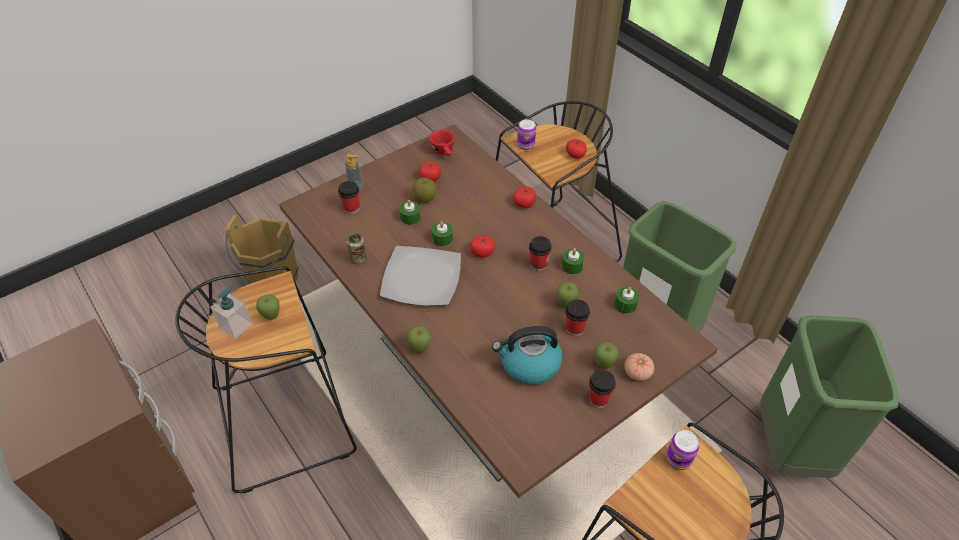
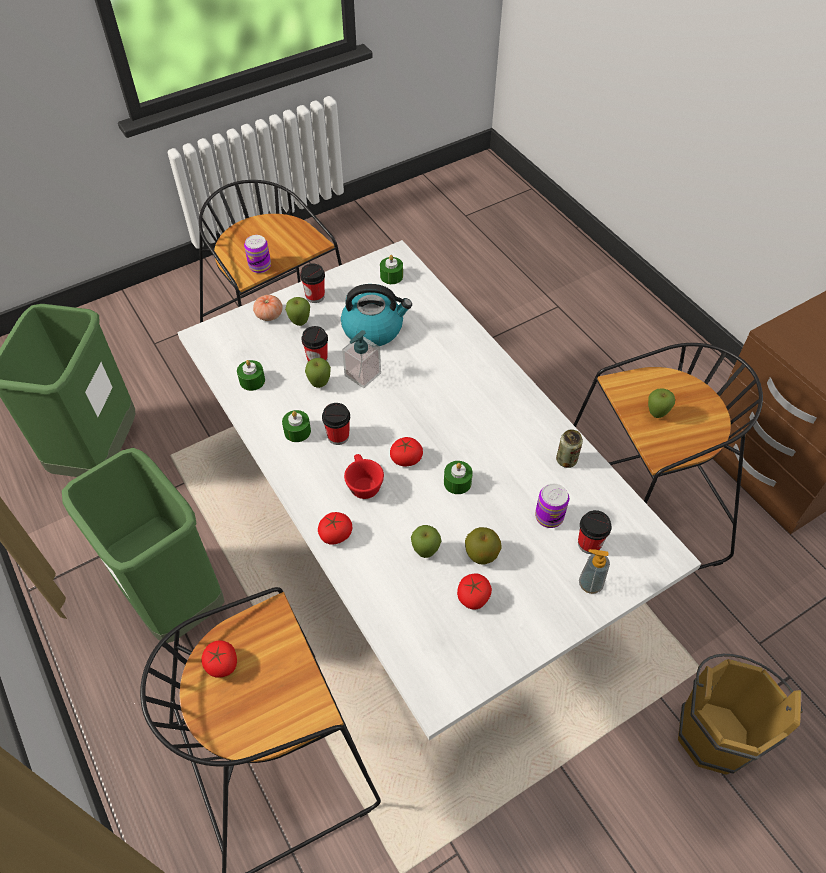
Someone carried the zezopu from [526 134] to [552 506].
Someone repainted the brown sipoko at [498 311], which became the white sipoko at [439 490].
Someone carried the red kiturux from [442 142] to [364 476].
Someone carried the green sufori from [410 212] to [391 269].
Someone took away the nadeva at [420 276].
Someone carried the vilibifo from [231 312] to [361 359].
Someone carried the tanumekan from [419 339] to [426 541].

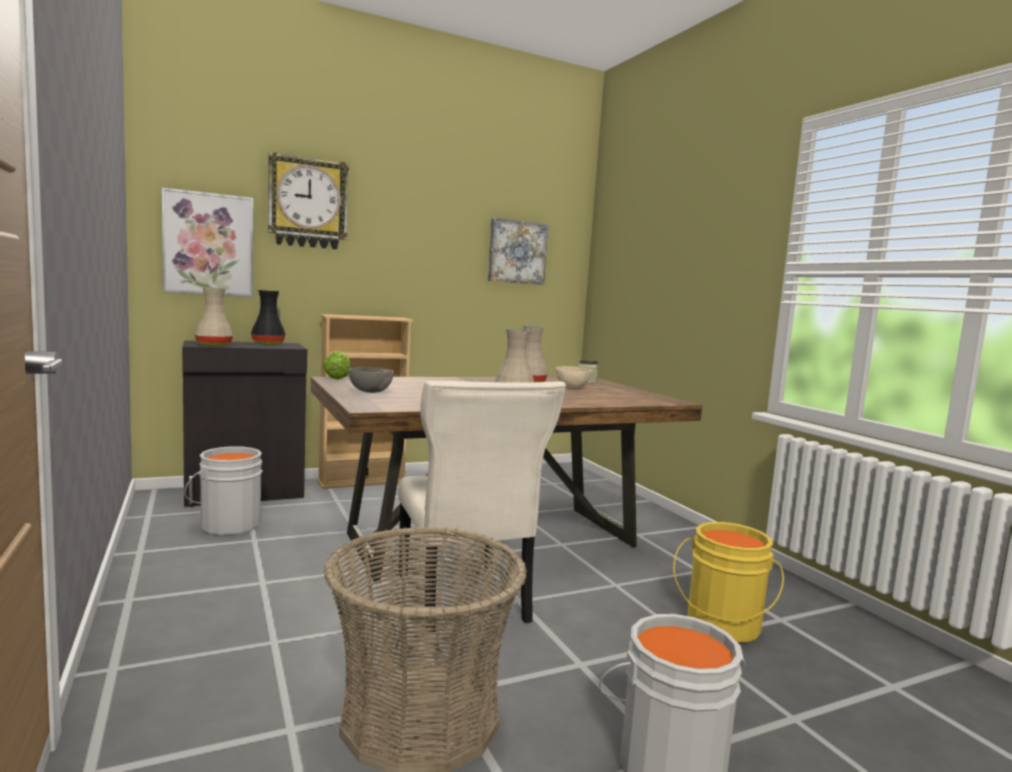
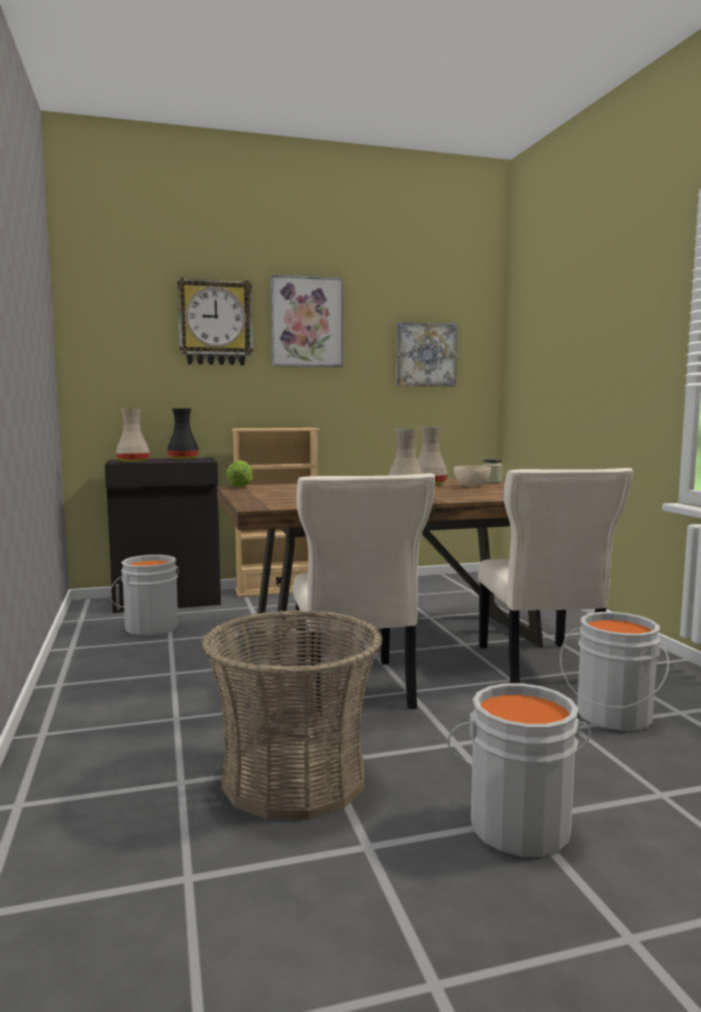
Someone carried the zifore from [207 242] to [307 320].
Someone took away the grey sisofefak at [371 380].
Someone repainted the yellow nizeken at [728 582], which became the grey nizeken at [614 671].
Someone put down the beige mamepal at [555 575].

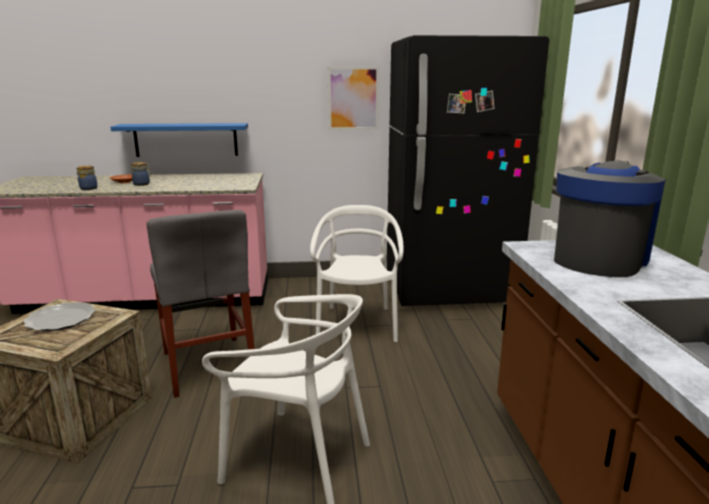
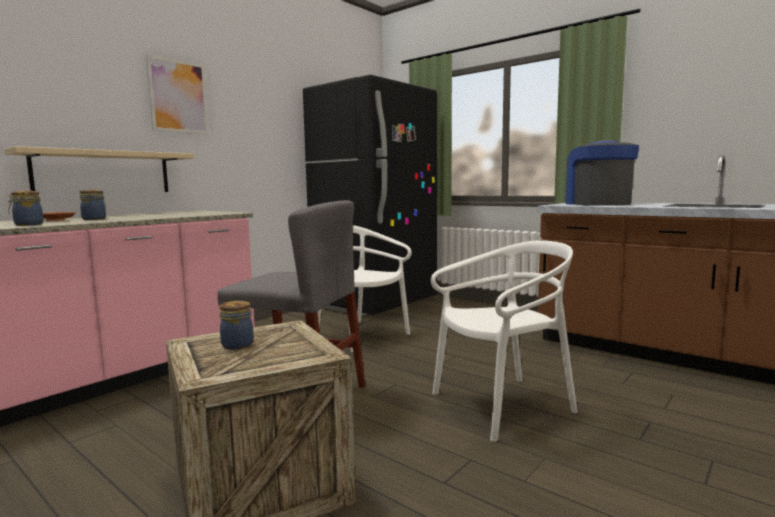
Someone carried the zifore from [353 98] to [177 94].
Someone repainted the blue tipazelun at [179 140], which became the beige tipazelun at [99 169].
Someone swapped the nadeva at [59 316] for the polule at [237 325].

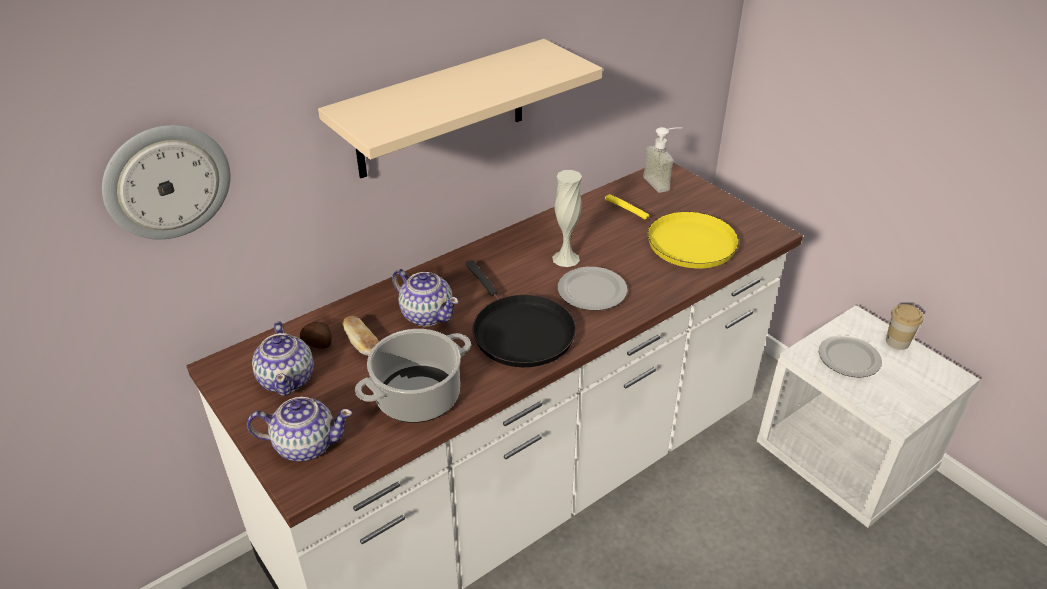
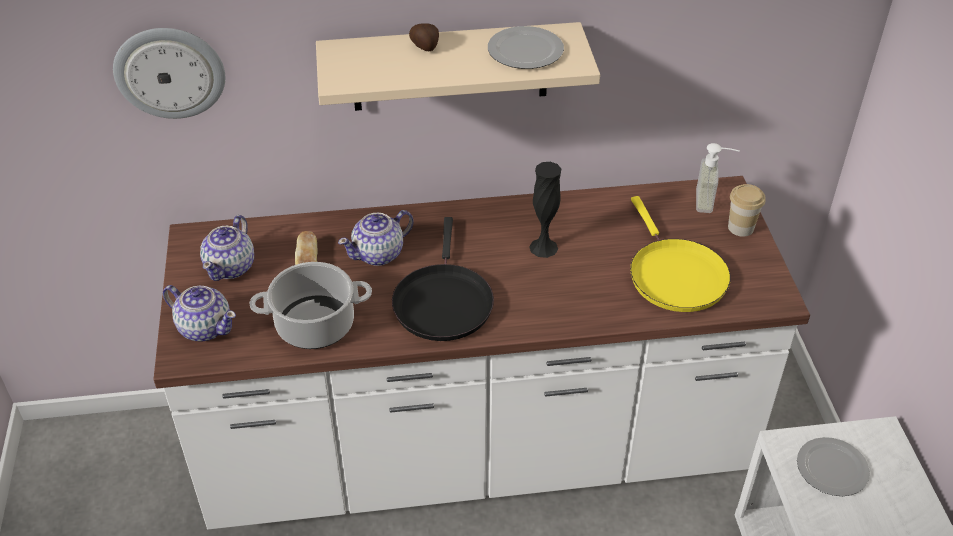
Someone repainted the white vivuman at [567 218], which became the black vivuman at [545 210].
Someone carried the nadeva from [592 289] to [526 47].
Someone rotated the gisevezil at [425 297] by 75 degrees clockwise.
Someone carried the kiturux from [905 327] to [746 210].
Someone carried the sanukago from [316 335] to [424 37].

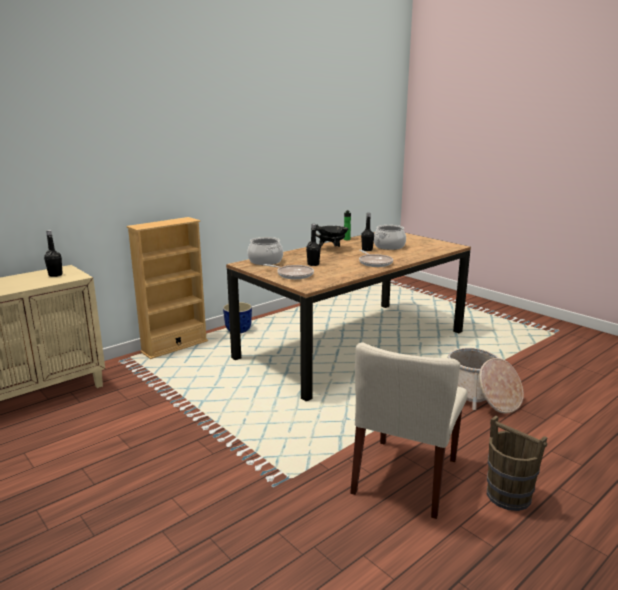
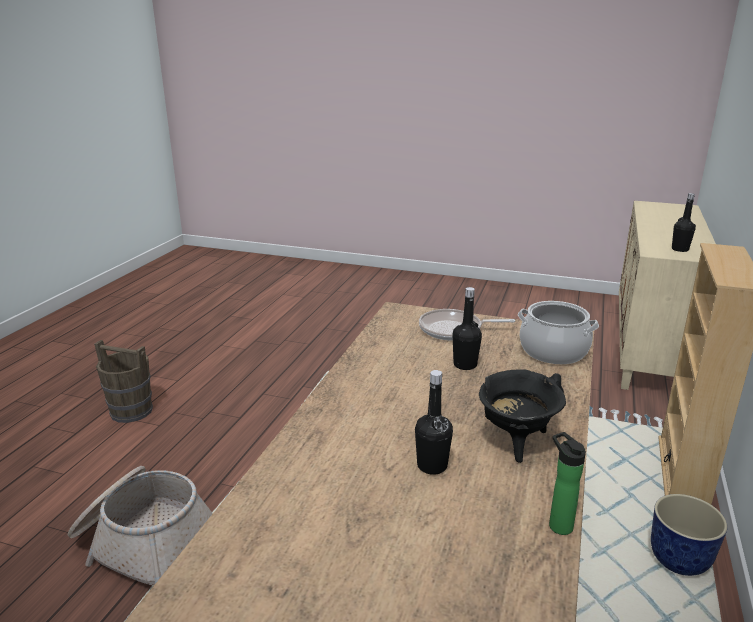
Someone took away the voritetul at [390 237].
Someone took away the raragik at [376 258].
Someone took away the beige mamepal at [408 430].

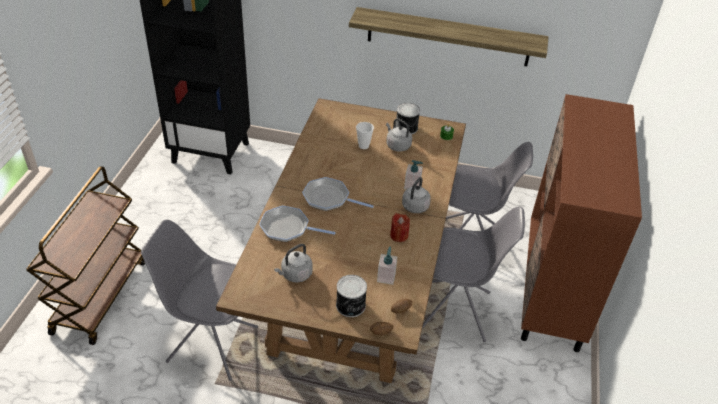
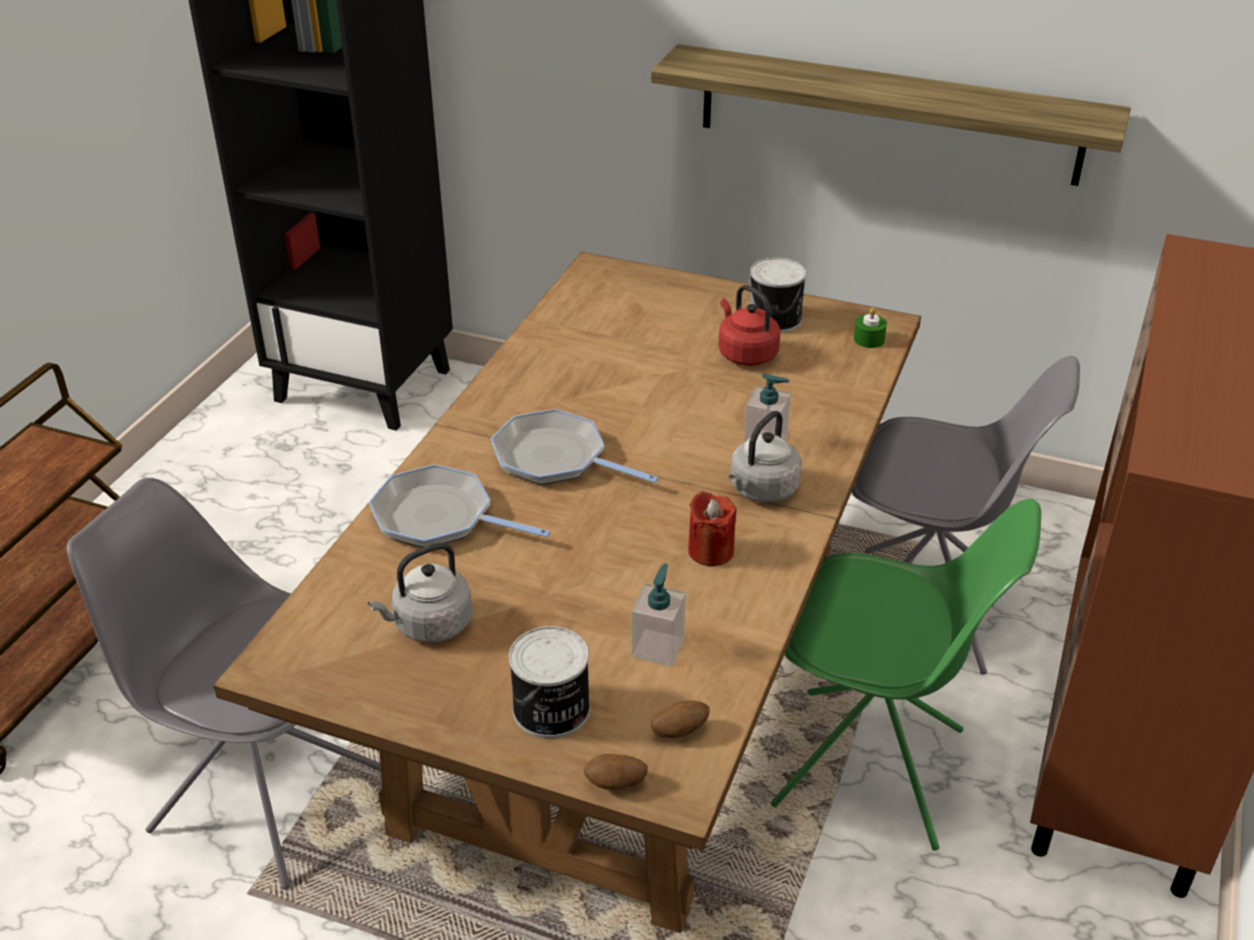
Someone repainted the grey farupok at [399 135], which became the red farupok at [749 325].
Someone took away the kiturux at [365 135].
Someone repainted the grey mamepal at [473 274], which became the green mamepal at [906 674].

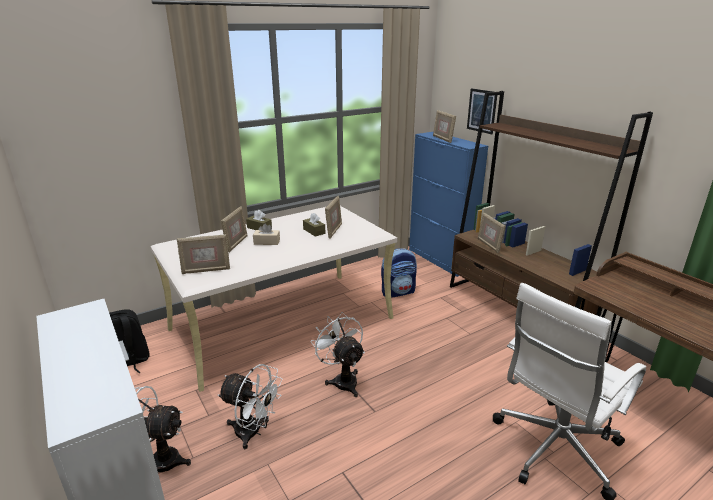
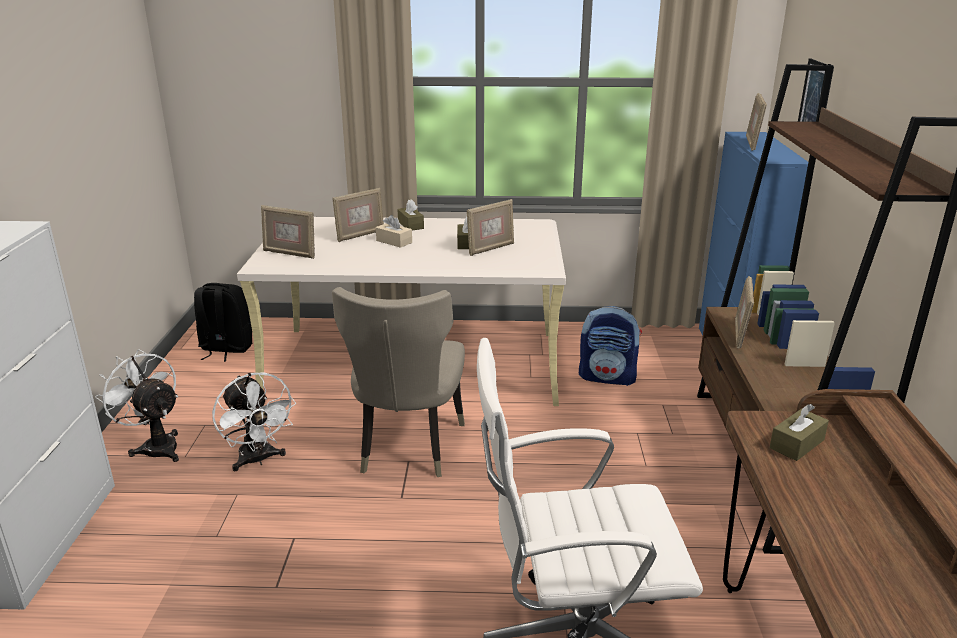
Someone swapped the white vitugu at [338 354] for the beige mamepal at [398 382].
Someone put down the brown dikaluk at [799 432].

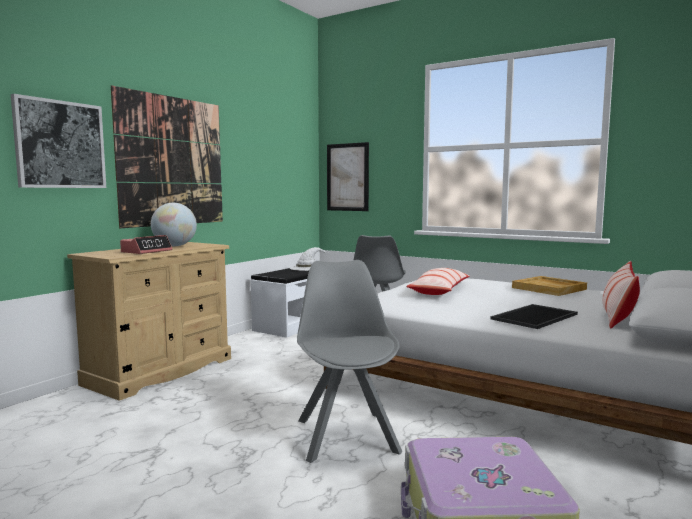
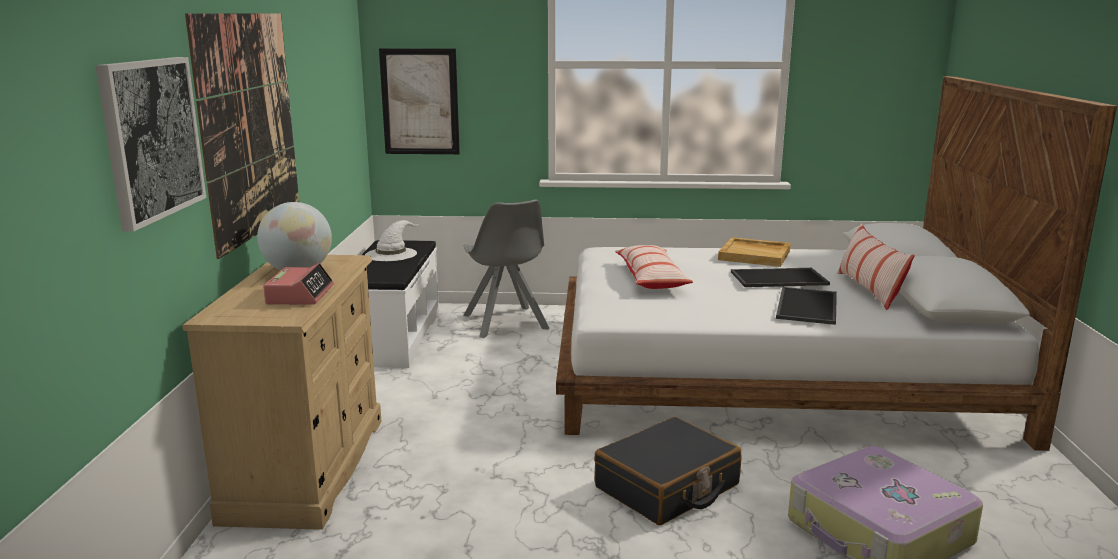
Someone swapped the grey mamepal at [349 361] for the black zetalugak at [667 471].
Someone put down the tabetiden at [780 277].

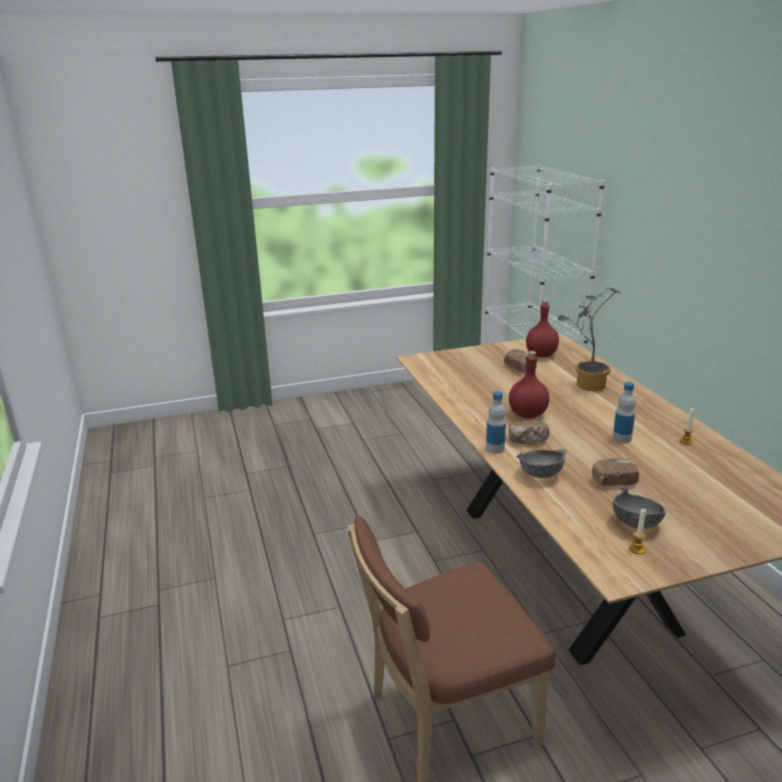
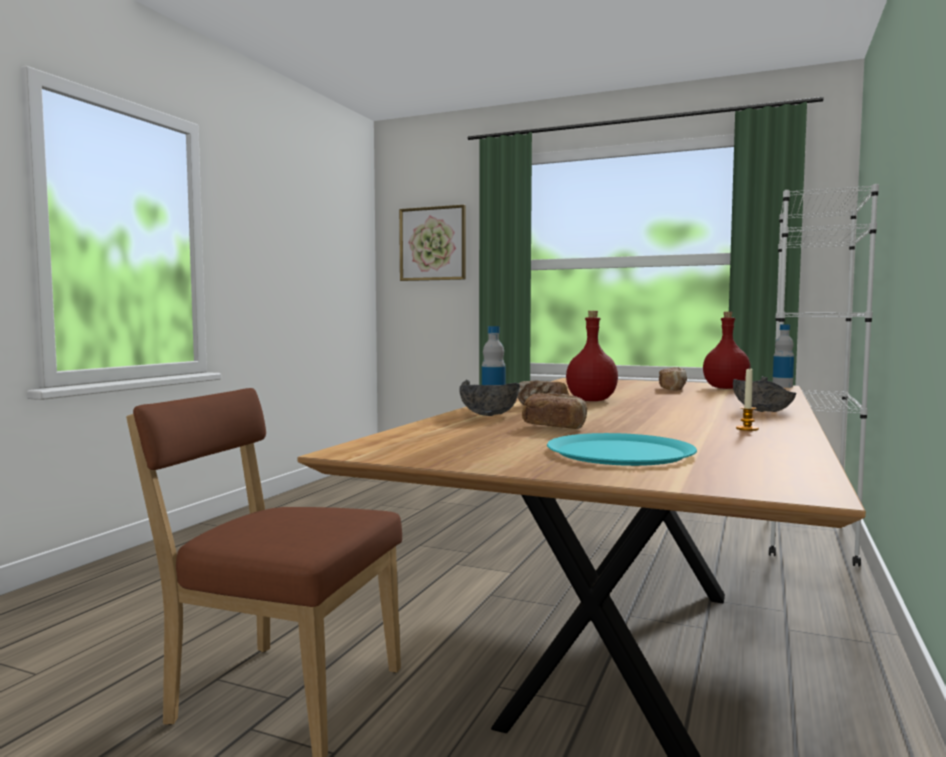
Someone took away the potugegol at [589 339].
Someone carried the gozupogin from [624 412] to [783 356].
Someone carried the grey sisofefak from [639 508] to [764 394].
Someone took away the sufori at [637 531].
Someone put up the zifore at [432 243].
Someone put down the turquoise nadeva at [622 449].

